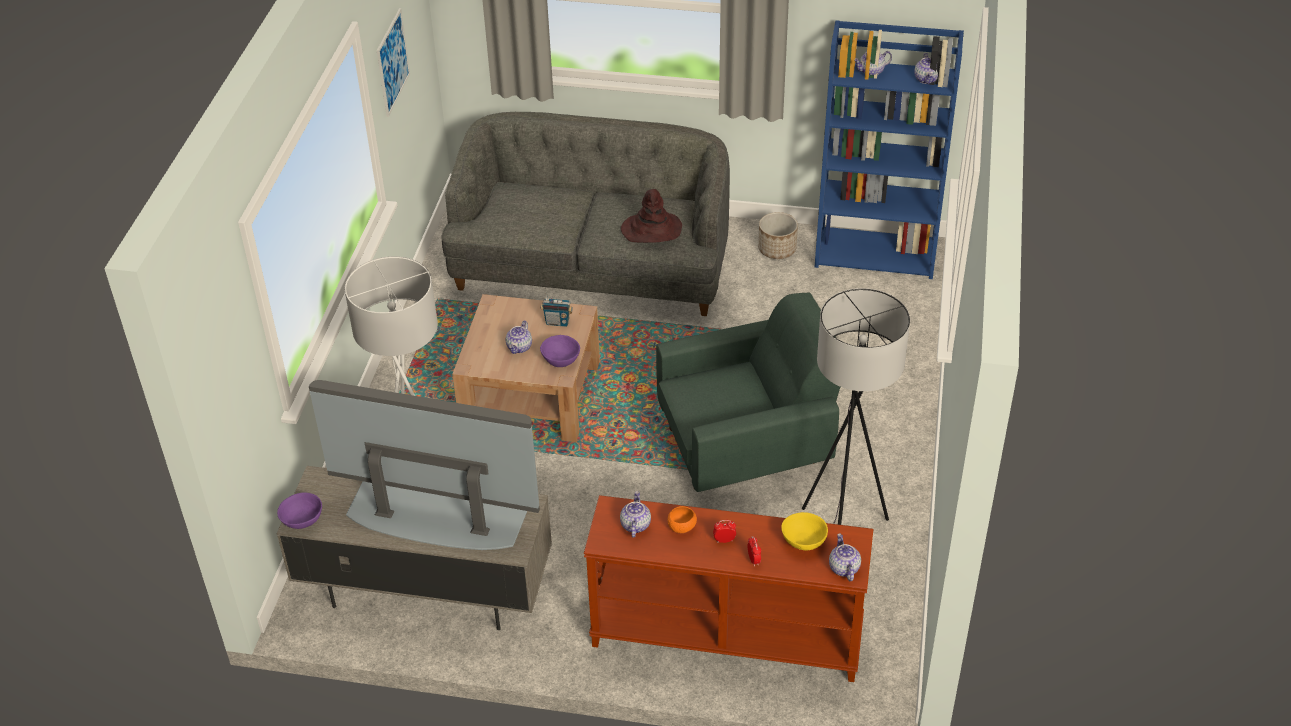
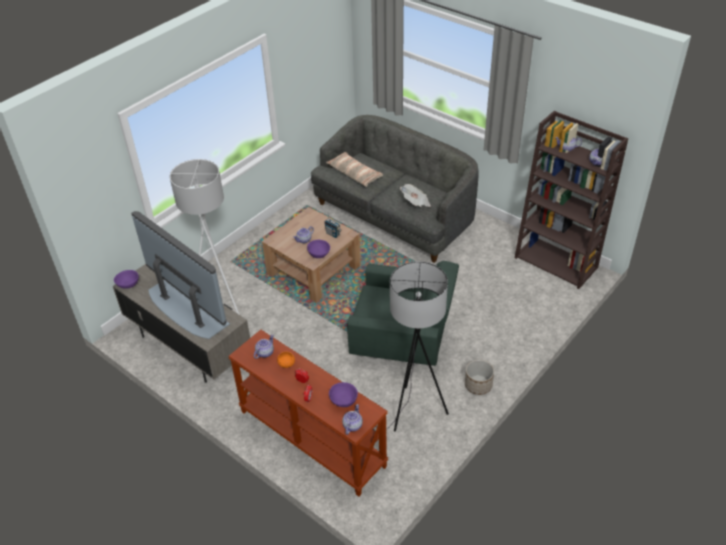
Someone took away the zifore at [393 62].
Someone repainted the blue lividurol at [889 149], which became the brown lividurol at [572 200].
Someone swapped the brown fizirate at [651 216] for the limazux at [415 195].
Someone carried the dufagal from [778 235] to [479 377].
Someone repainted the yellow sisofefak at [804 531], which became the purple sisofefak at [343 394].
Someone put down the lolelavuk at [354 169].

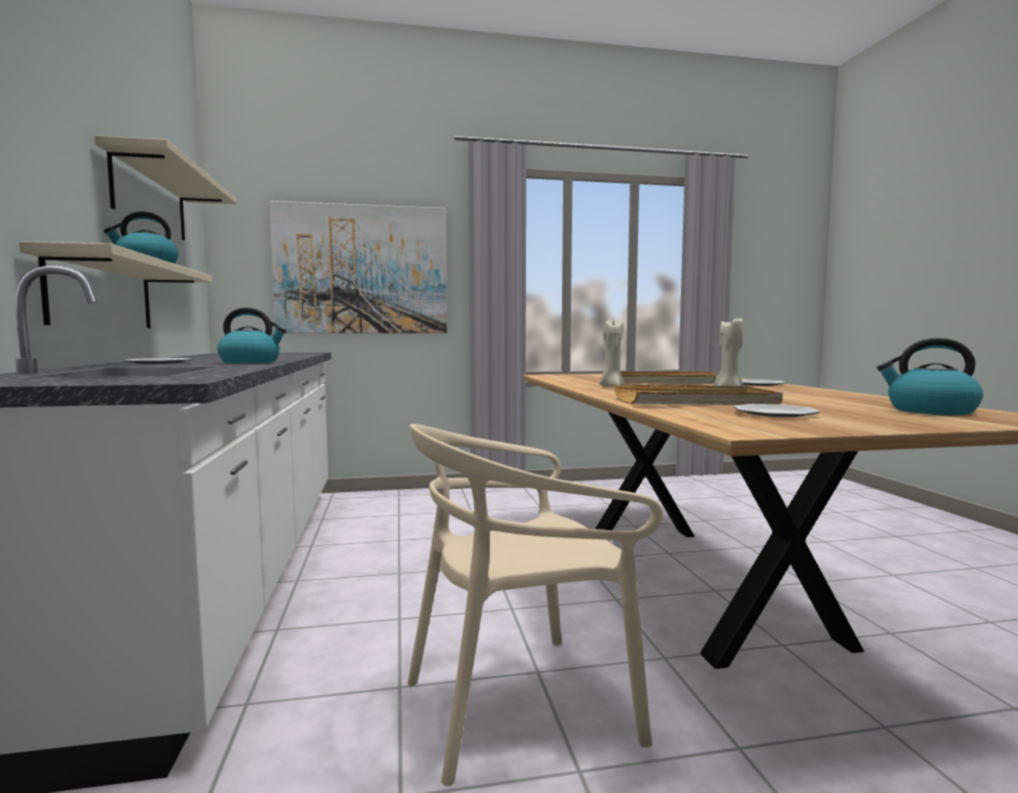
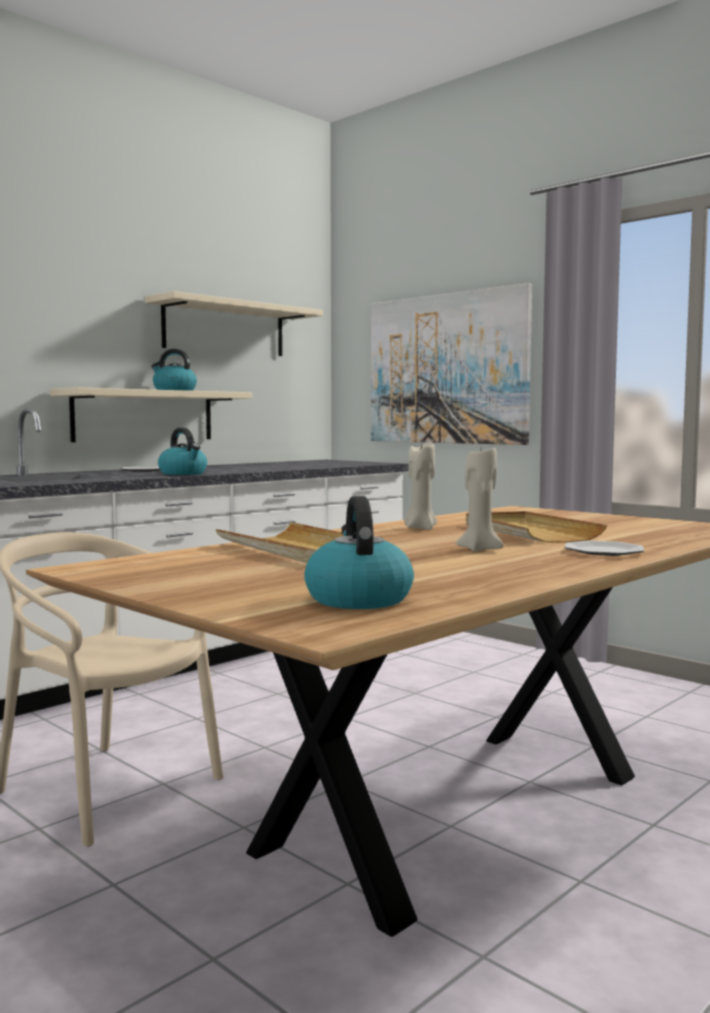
Someone took away the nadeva at [776 410].

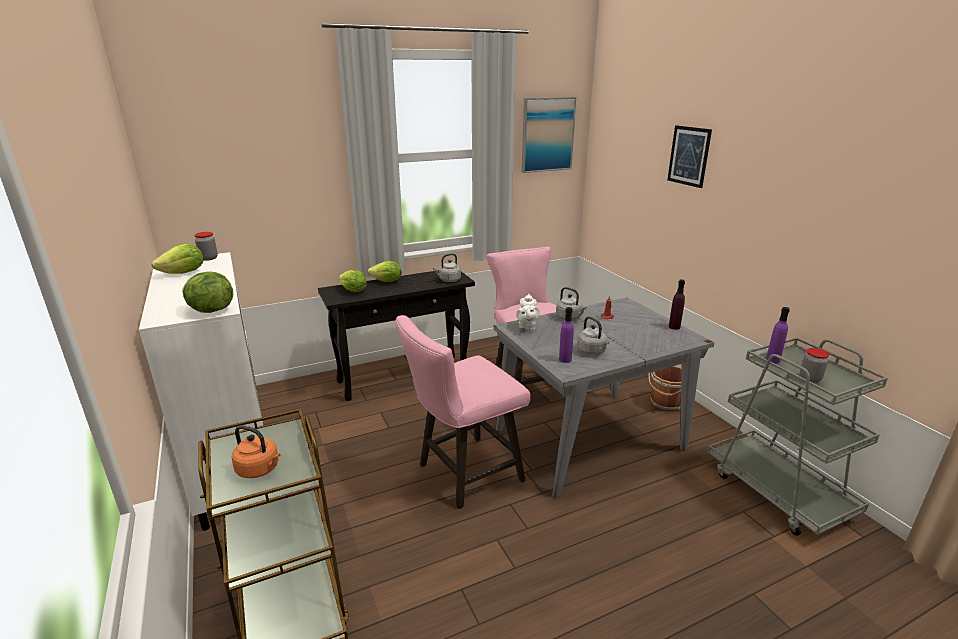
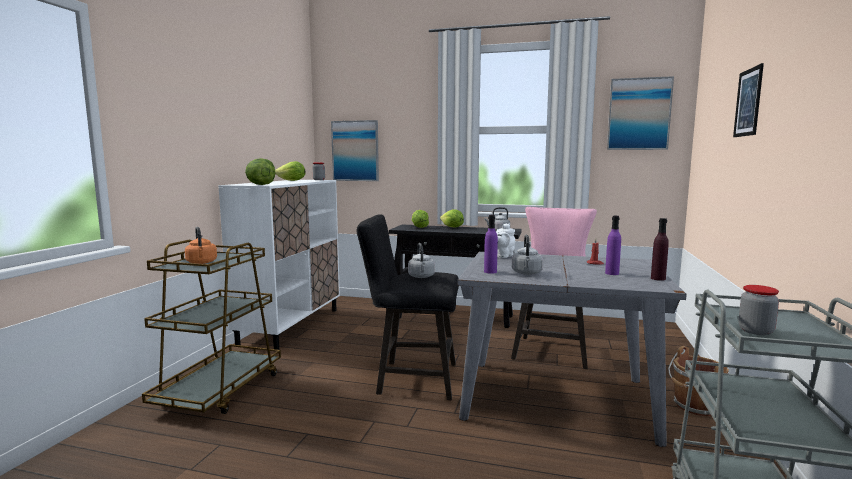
Someone carried the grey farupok from [571 303] to [421 260].
Someone carried the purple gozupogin from [778 335] to [613 245].
Someone repainted the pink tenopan at [463 412], which became the black tenopan at [408 307].
Someone put up the zifore at [355 150].

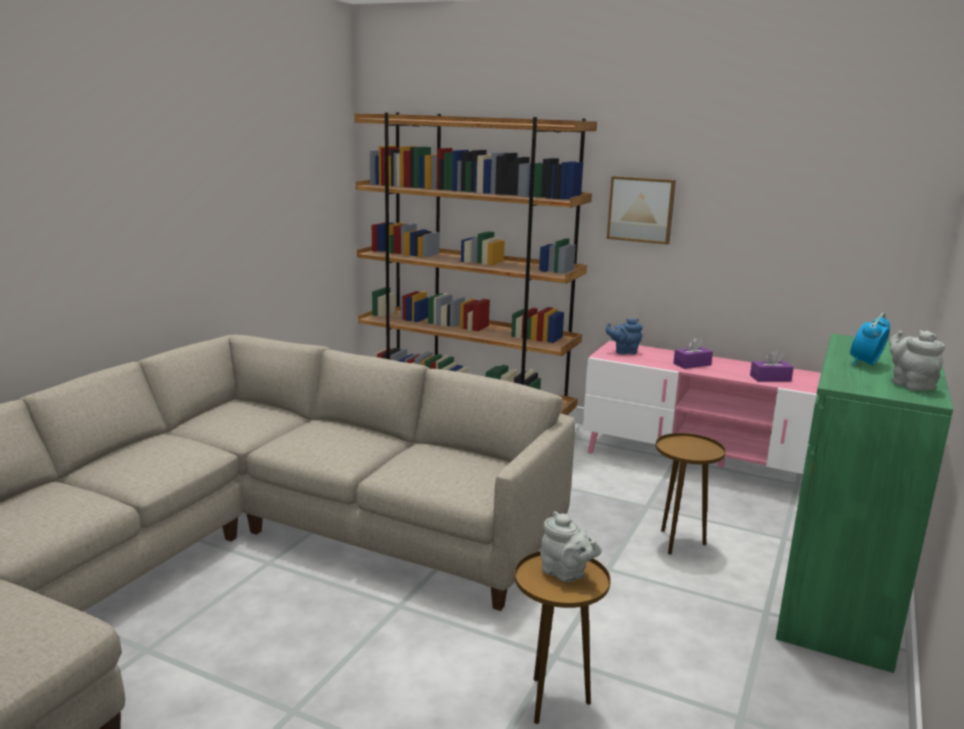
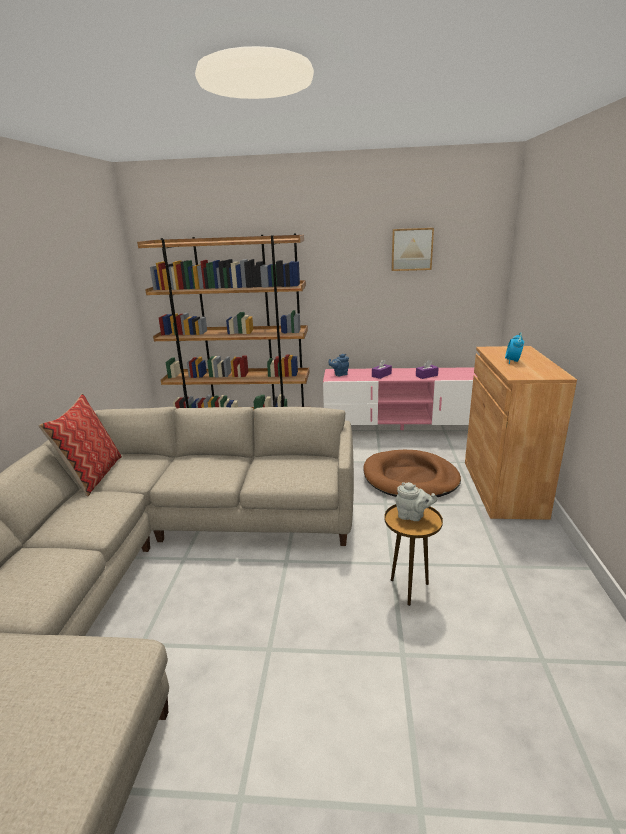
Someone carried the zifore from [641 210] to [412 249].
Someone took away the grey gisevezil at [917 360].
Someone repainted the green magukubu at [864 503], which became the brown magukubu at [521 433].
Someone swapped the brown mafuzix at [690 494] for the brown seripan at [412 473].
Someone put down the lolelavuk at [80 445].

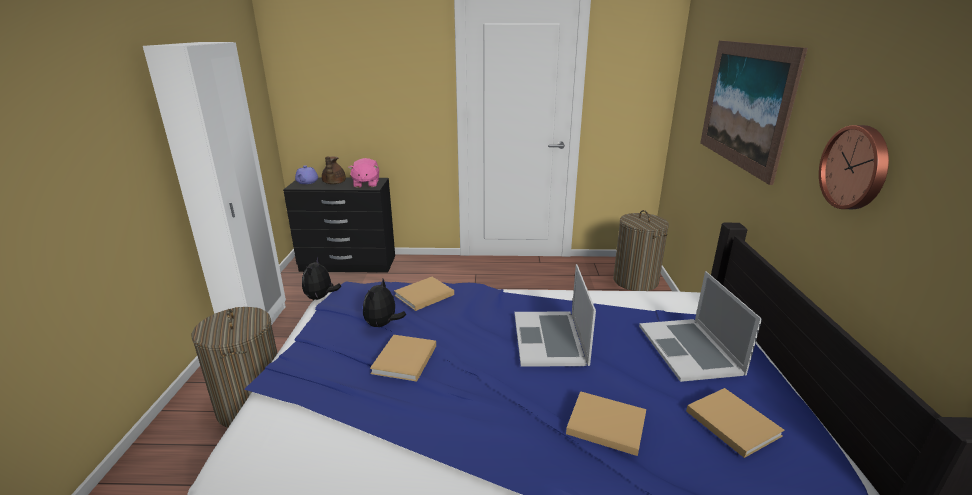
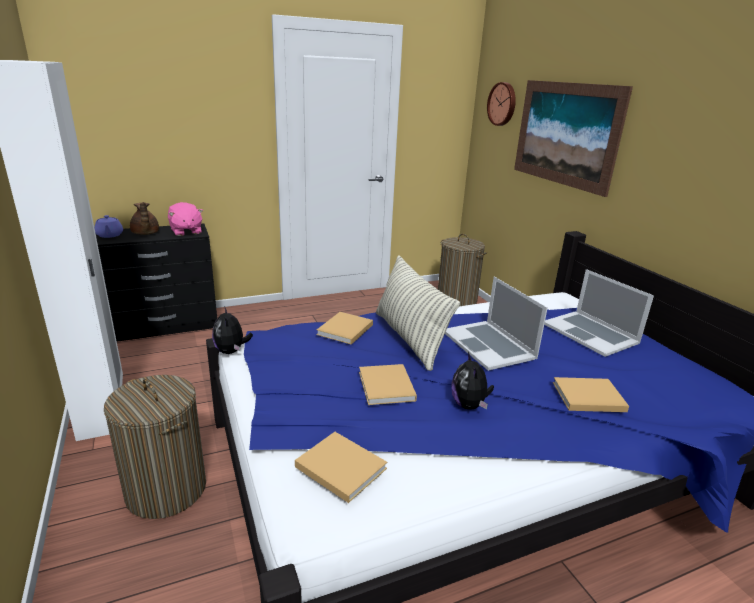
Someone carried the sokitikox from [854 167] to [501 104].
Someone carried the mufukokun from [384 303] to [472 381].
Someone carried the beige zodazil from [735 423] to [341 467].
Someone put down the lolelavuk at [418 313].

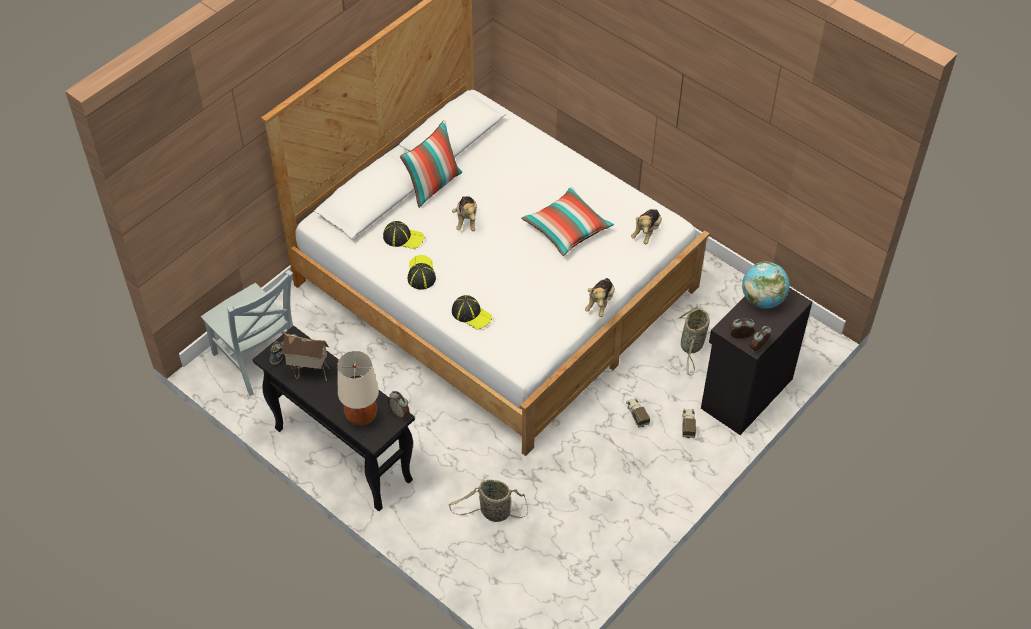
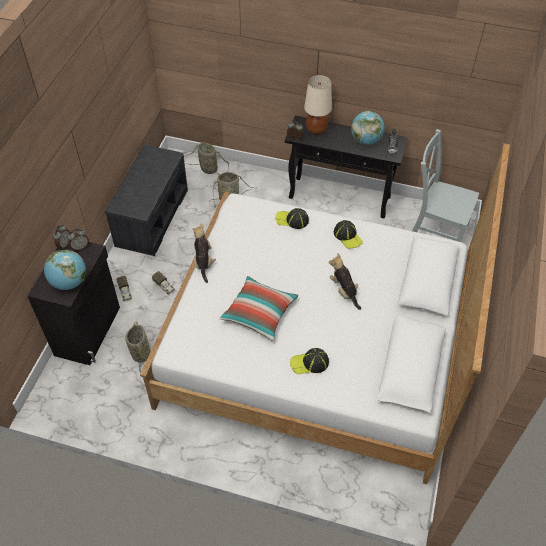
Someone took away the lolelavuk at [431 164].
Someone took away the mufukokun at [646 226].
Someone carried the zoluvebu from [403 235] to [309 361].
Someone swapped the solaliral at [306 357] for the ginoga at [368 128].
Someone put down the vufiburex at [206 158].
Someone put down the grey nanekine at [146 200].

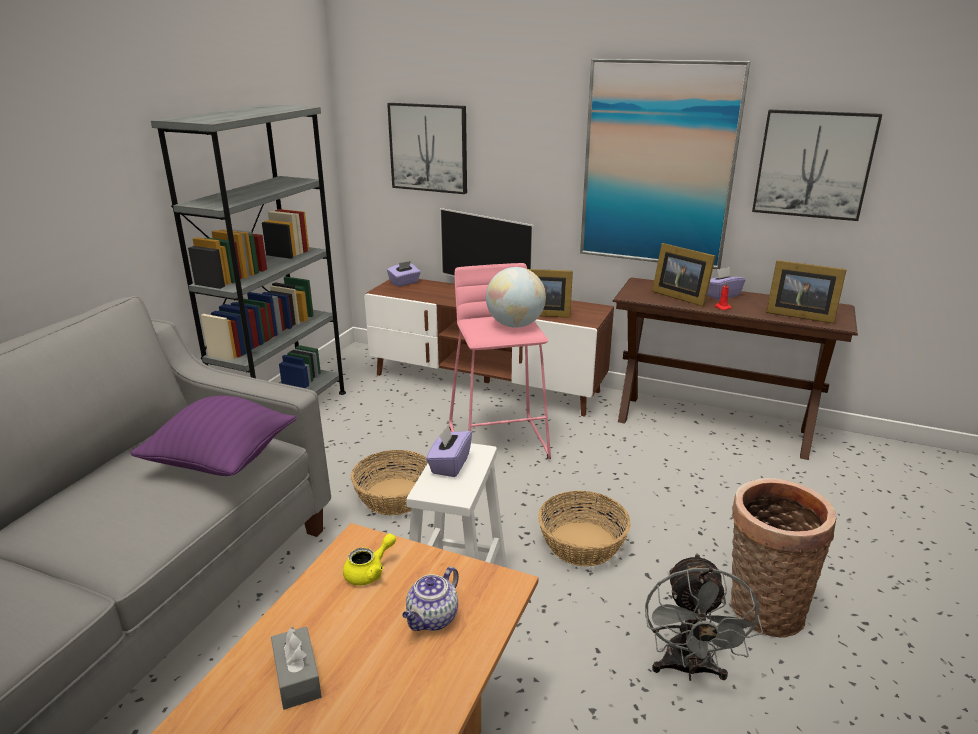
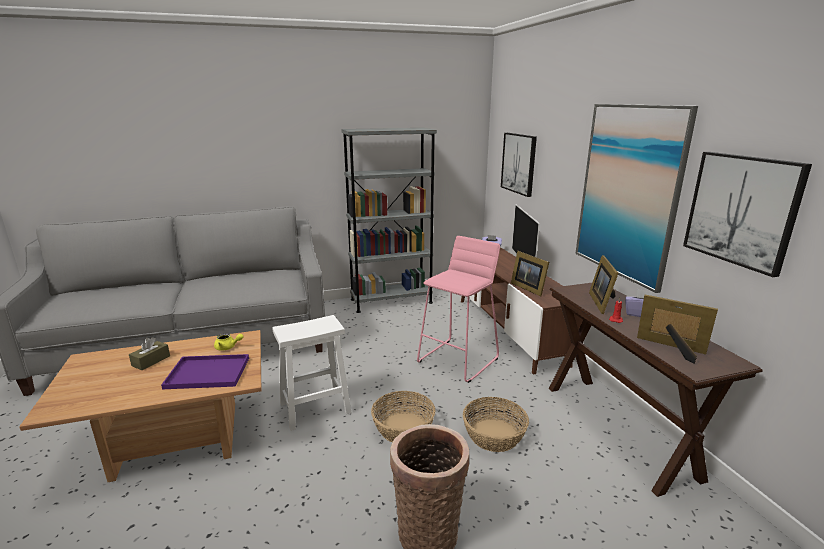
Someone rotated the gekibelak at [806 292] by 135 degrees clockwise.
Someone took away the ginoga at [516 297].
Someone took away the purple lolelavuk at [213 436].
Someone took away the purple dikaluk at [449 451].
Someone carried the vufiburex from [389 482] to [496 424].
Someone took away the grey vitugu at [704 617].
Someone swapped the gisevezil at [430 598] for the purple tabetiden at [205 371].
Someone repainted the grey dikaluk at [296 668], which became the brown dikaluk at [149 353].

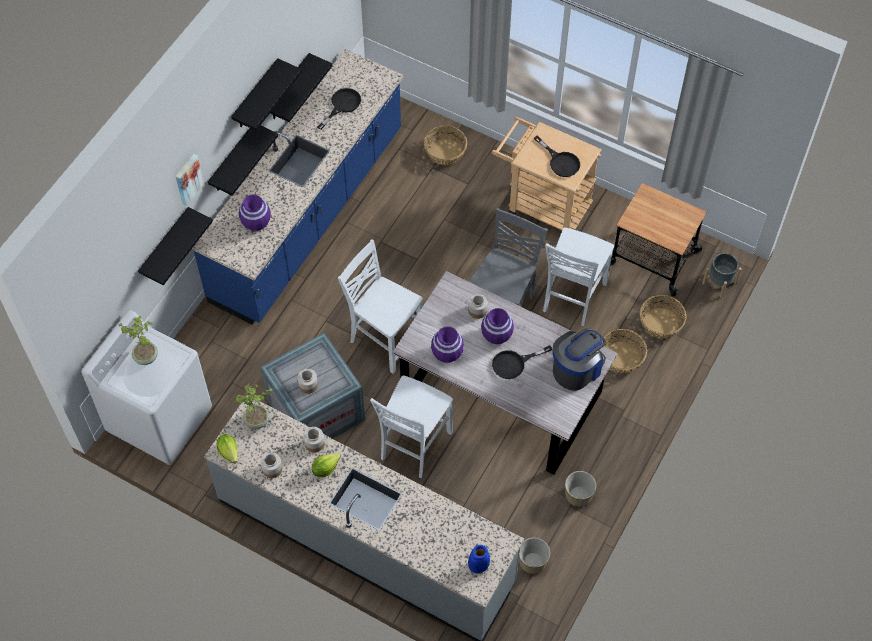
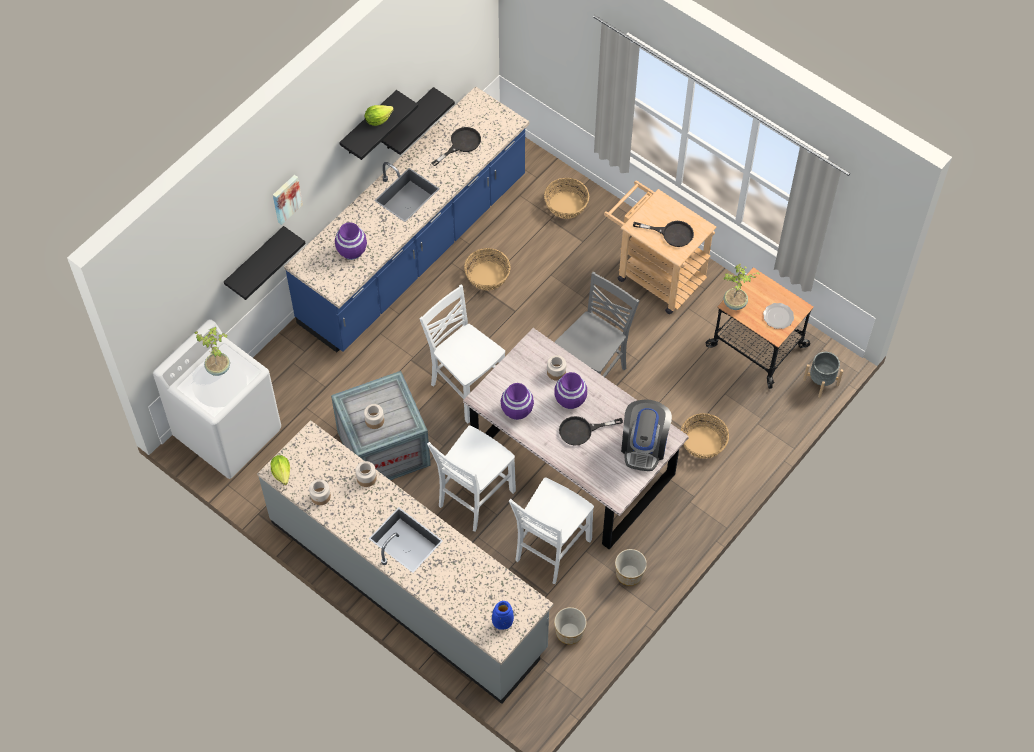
Someone took away the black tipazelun at [243 160].
Someone rotated the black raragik at [557 156] by 45 degrees counterclockwise.
Someone carried the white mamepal from [578 276] to [551 531].
Someone carried the vufiburex from [663 316] to [487 269].
Someone rotated the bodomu at [579 359] by 135 degrees clockwise.
Someone carried the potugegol from [254 406] to [741 287].
Someone carried the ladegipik from [326 465] to [379 115].
Someone put down the nadeva at [778 316].

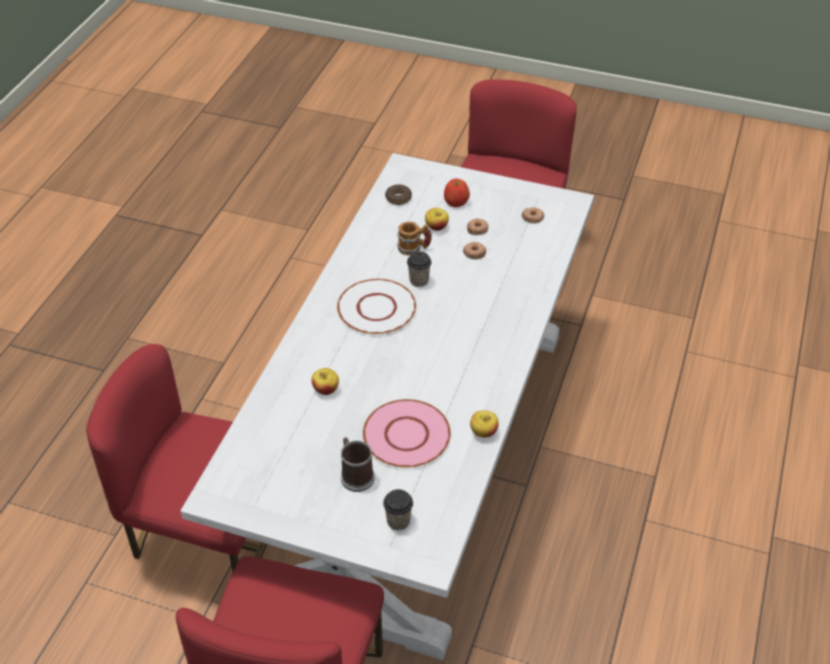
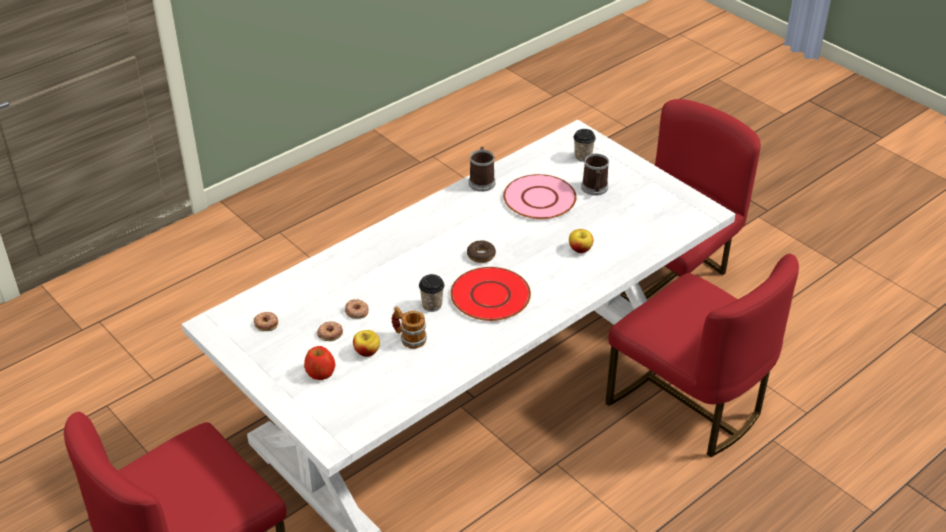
Someone carried the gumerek from [398 194] to [481 252].
Someone repainted the white nadeva at [376 306], which became the red nadeva at [490 294].
Someone swapped the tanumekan at [484 424] for the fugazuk at [482 169].

